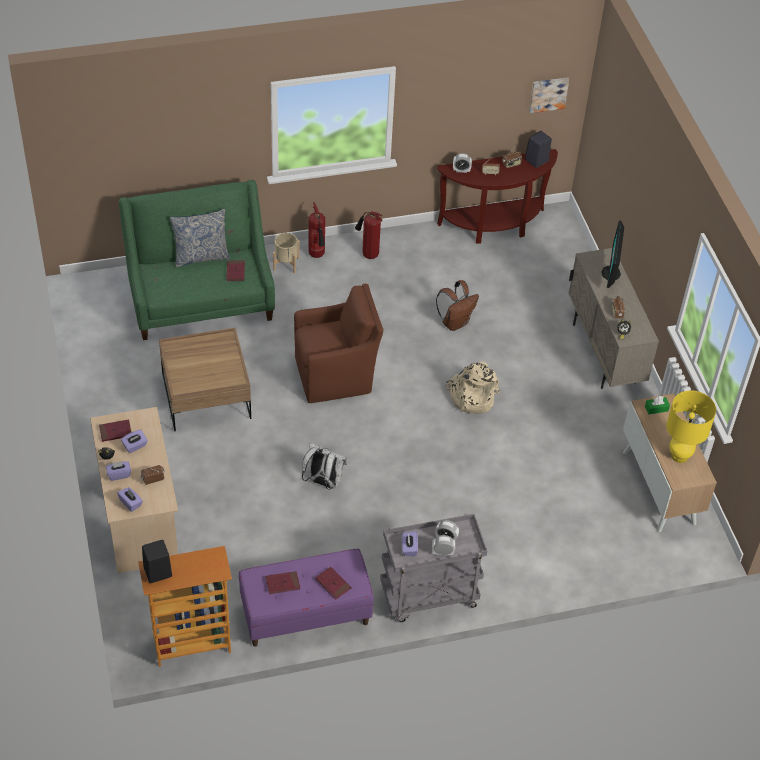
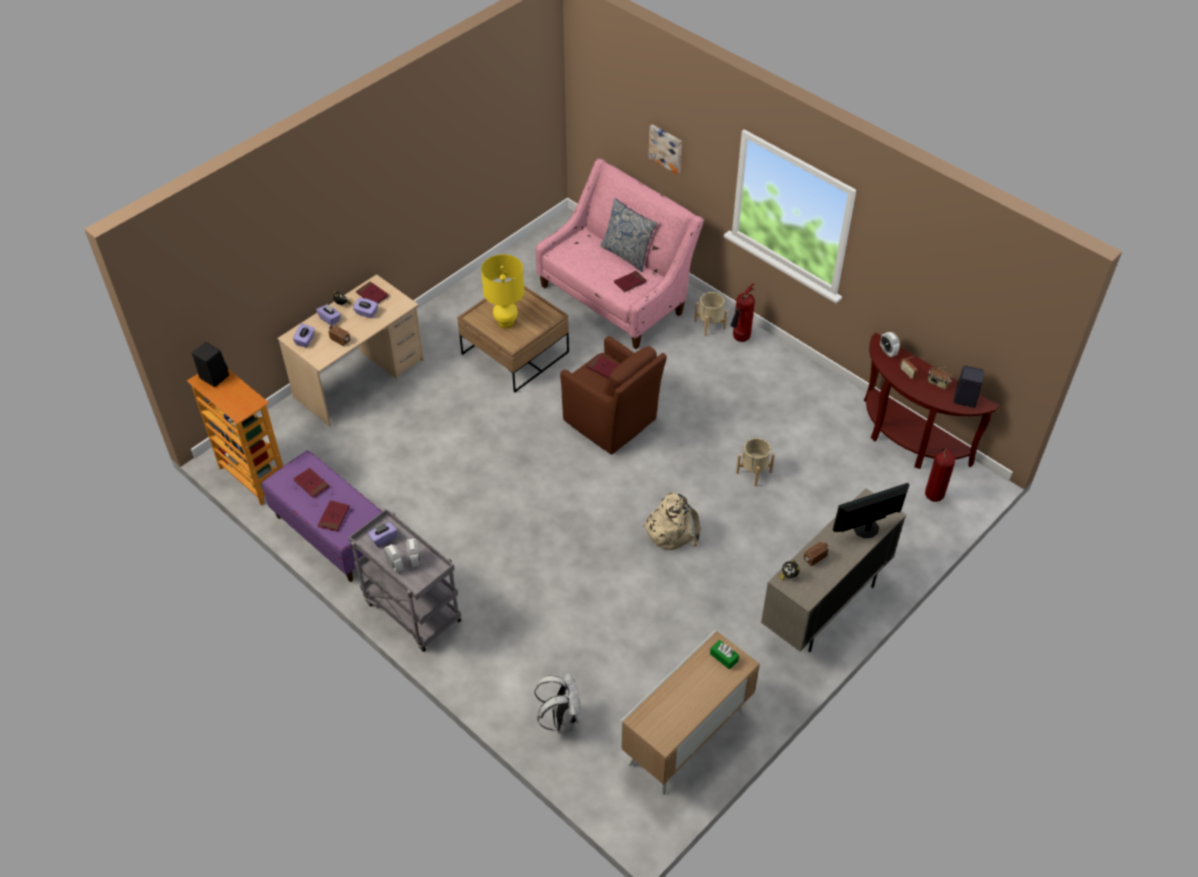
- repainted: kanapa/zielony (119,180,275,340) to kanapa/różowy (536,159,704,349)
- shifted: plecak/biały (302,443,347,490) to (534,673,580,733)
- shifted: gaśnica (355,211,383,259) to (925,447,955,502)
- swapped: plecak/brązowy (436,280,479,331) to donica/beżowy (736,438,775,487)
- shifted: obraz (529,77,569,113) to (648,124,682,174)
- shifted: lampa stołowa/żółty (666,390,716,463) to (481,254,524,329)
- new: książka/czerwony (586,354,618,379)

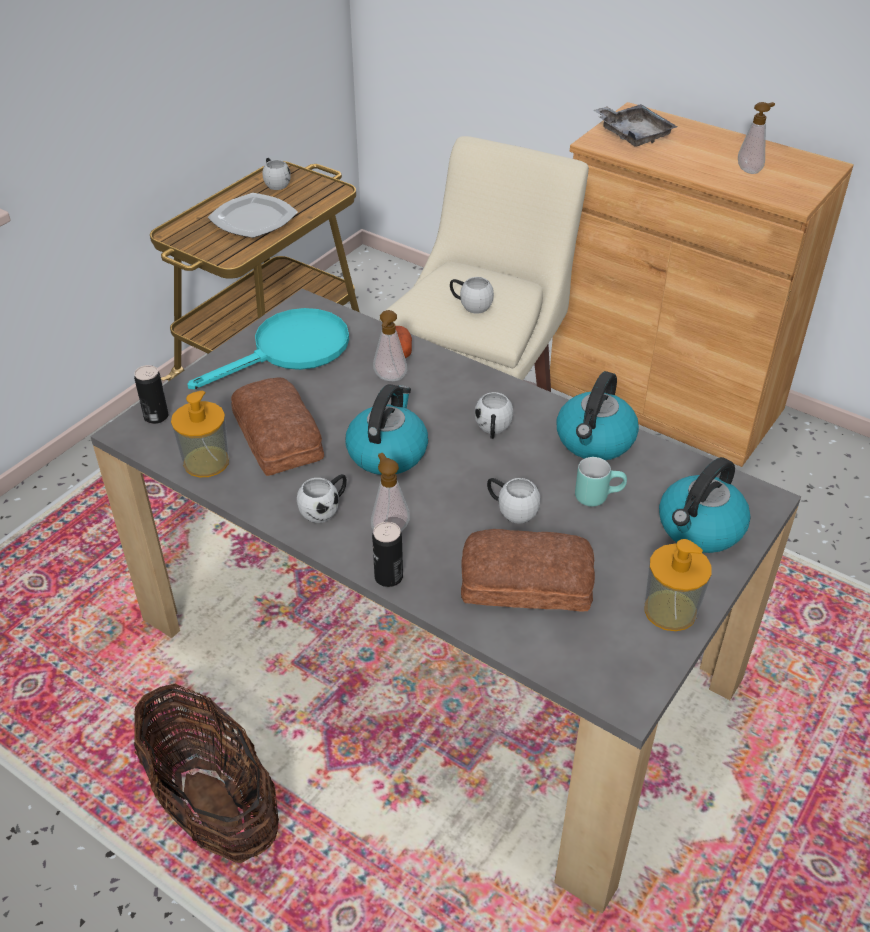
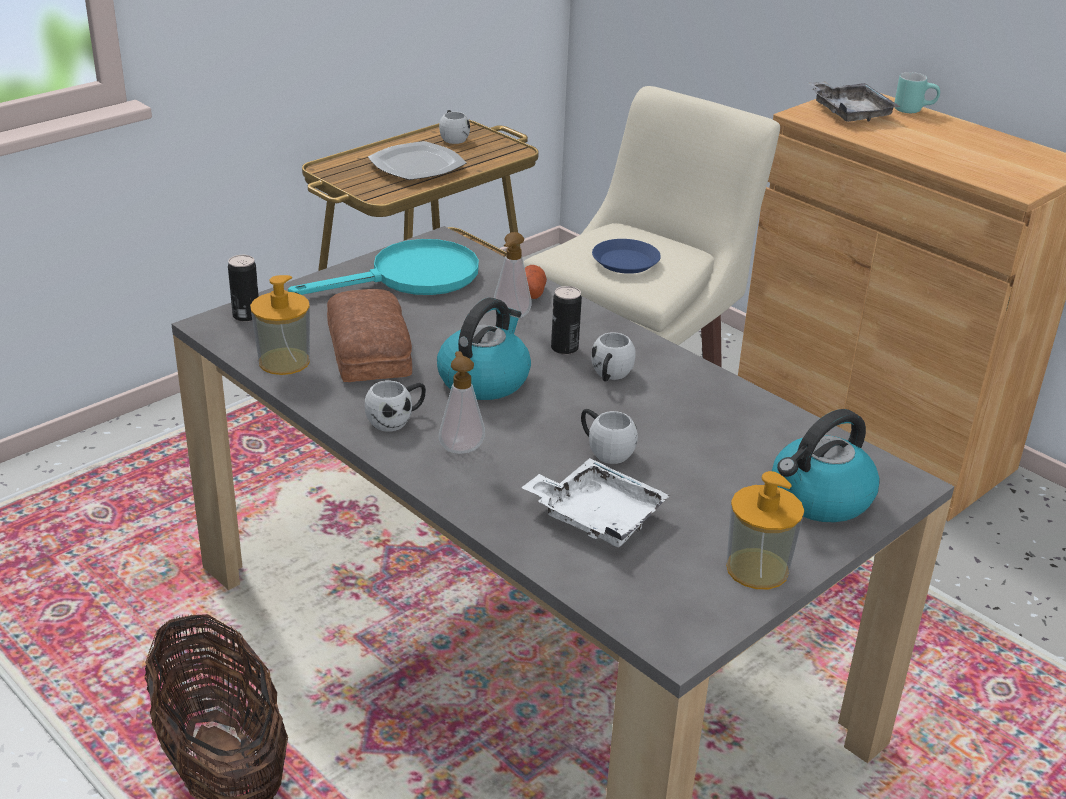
- shifted: puszka (372,522,403,587) to (551,286,582,355)
- swapped: kubek/biały (450,277,494,313) to talerz/niebieski (592,239,661,274)
- swapped: chleb (461,529,595,612) to taca/biały (521,458,670,547)
- gone: czajnik (556,371,639,460)
- shifted: kubek/turkusowy (575,457,627,506) to (894,72,940,113)
- gone: dozownik mydła (738,102,775,174)

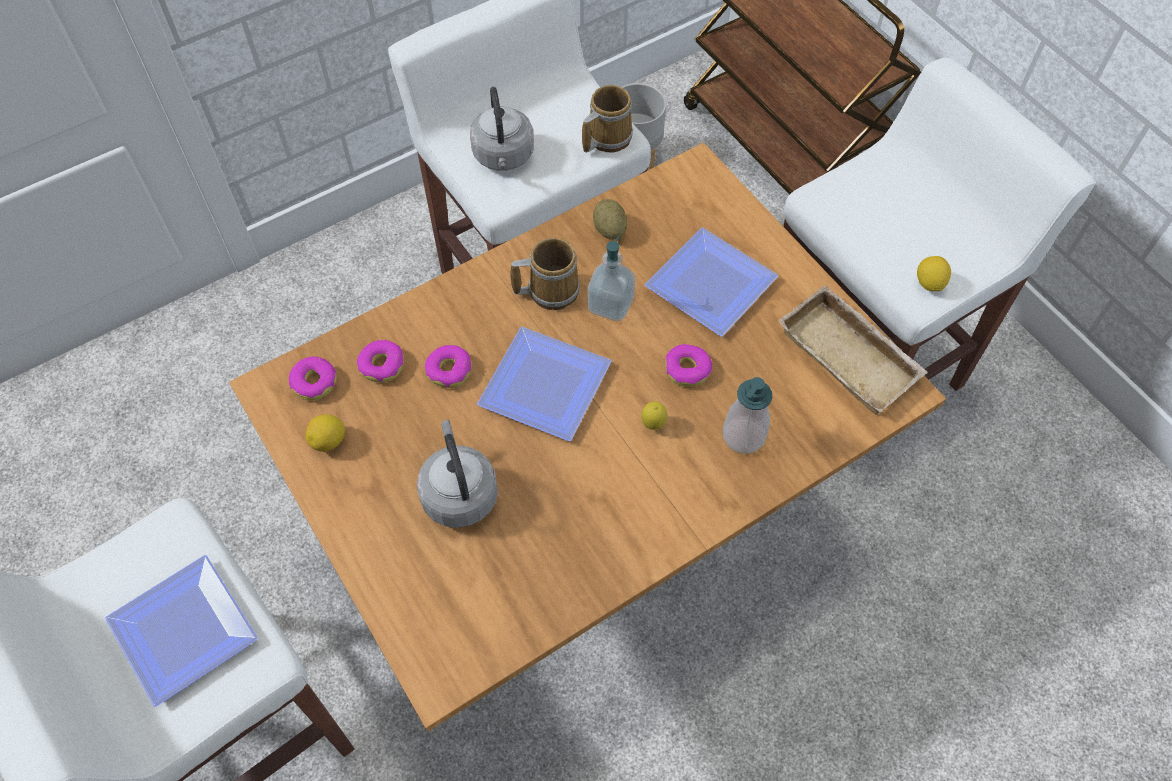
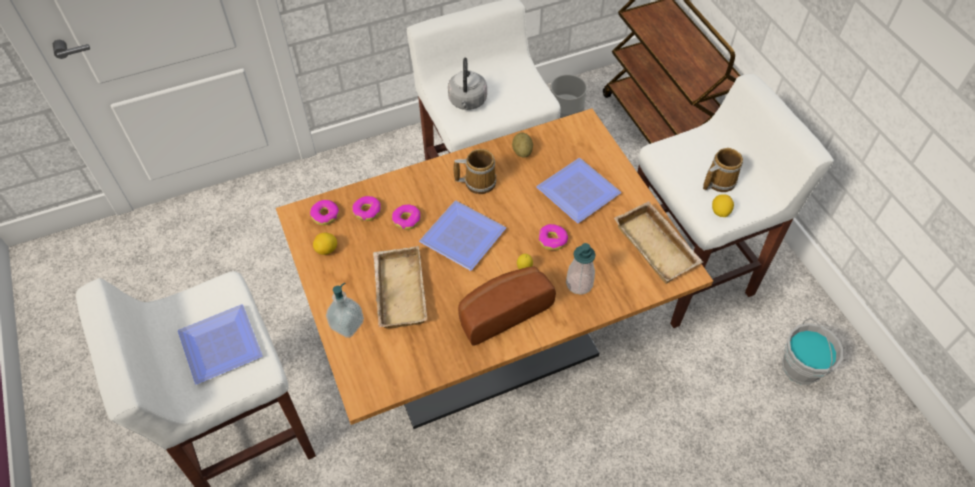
- swapped: czajnik/szary (417,420,498,528) to taca/beżowy (373,246,427,328)
- shifted: kubek (582,85,633,153) to (703,148,743,192)
- shifted: dozownik mydła (588,237,635,321) to (326,282,364,338)
- new: chleb (458,266,556,346)
- new: wiadro/szary (782,318,844,385)

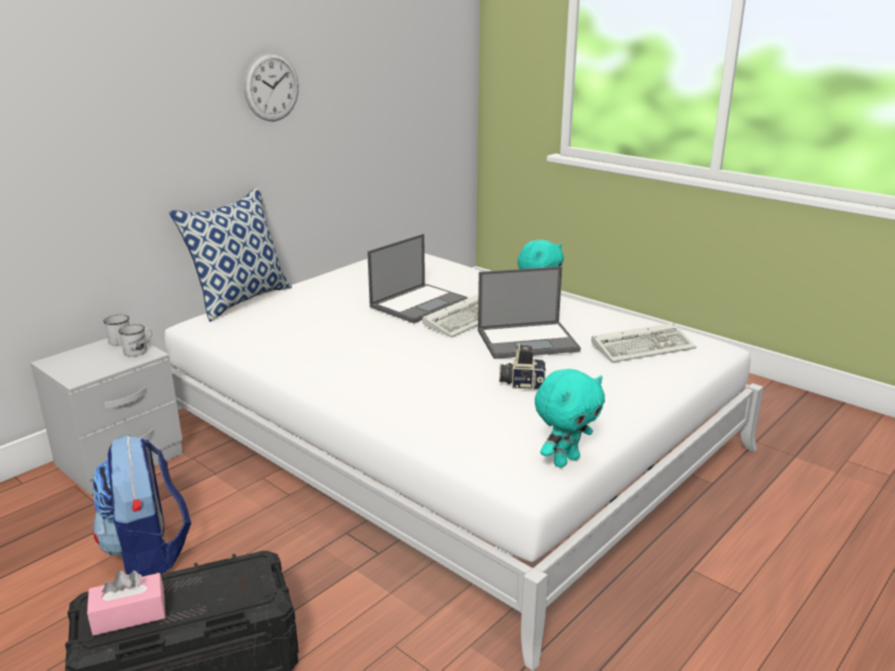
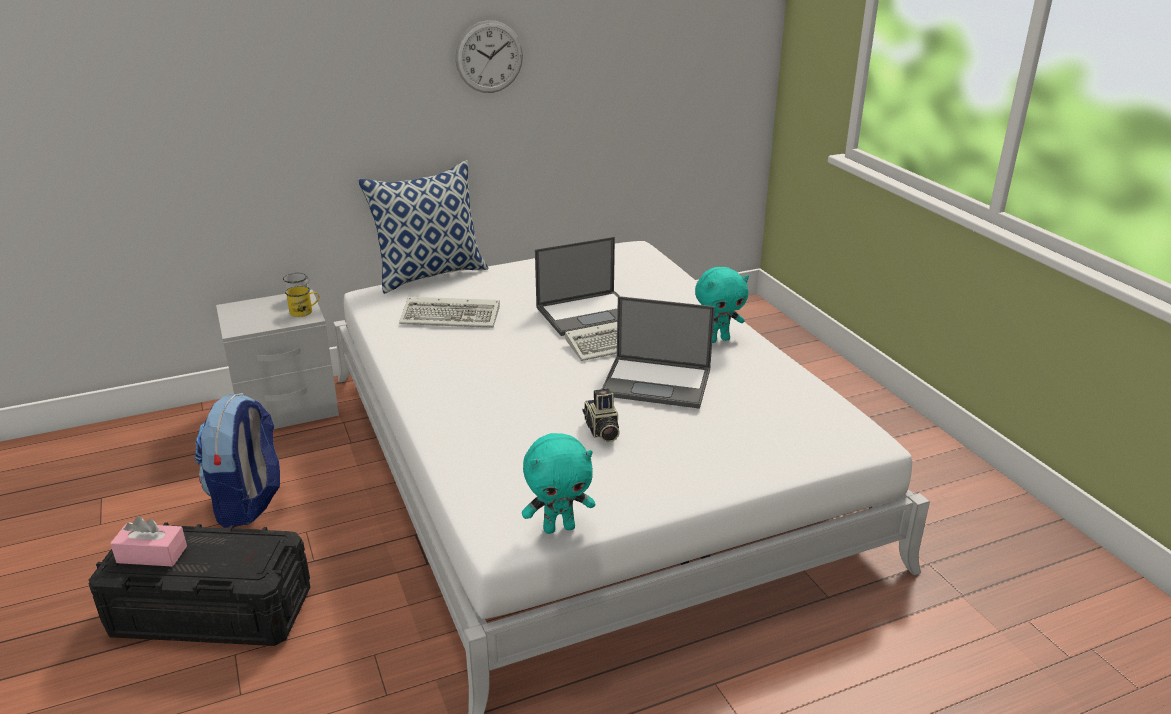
- repainted: kubek/biały (118,324,153,357) to kubek/żółty (285,286,319,317)
- rotated: aparat fotograficzny (499,343,546,390) = (583,389,620,442) 135 degrees counterclockwise
- shifted: klawiatura (591,323,696,363) to (399,297,500,328)

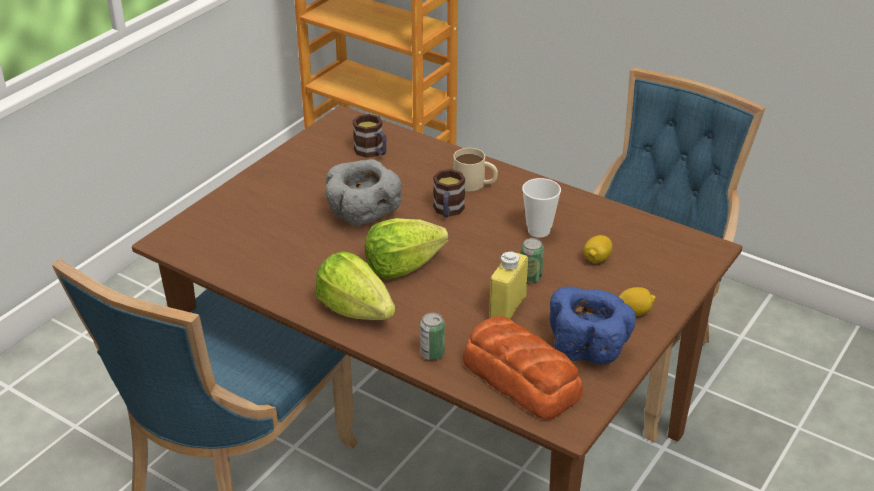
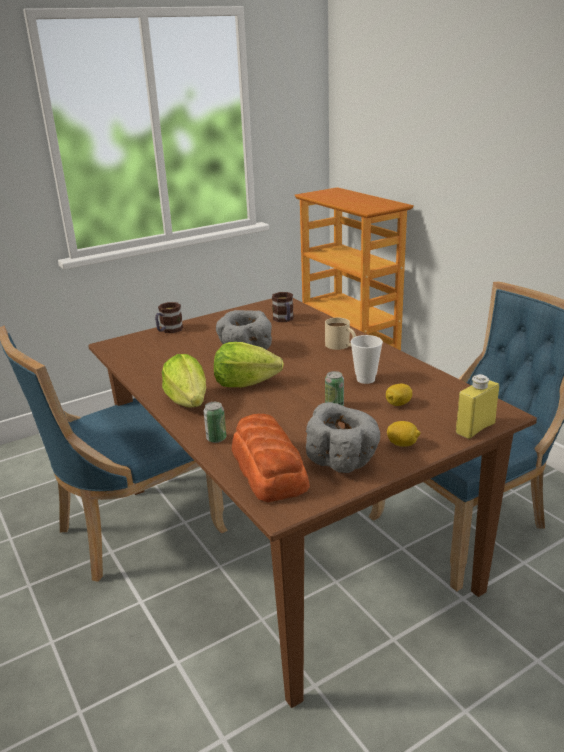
- shifted: kubek (433,169,465,217) to (155,302,183,333)
- shifted: butelka/żółty (489,251,528,319) to (456,374,499,439)
- repainted: miska/niebieski (550,286,636,365) to miska/szary (306,402,380,473)

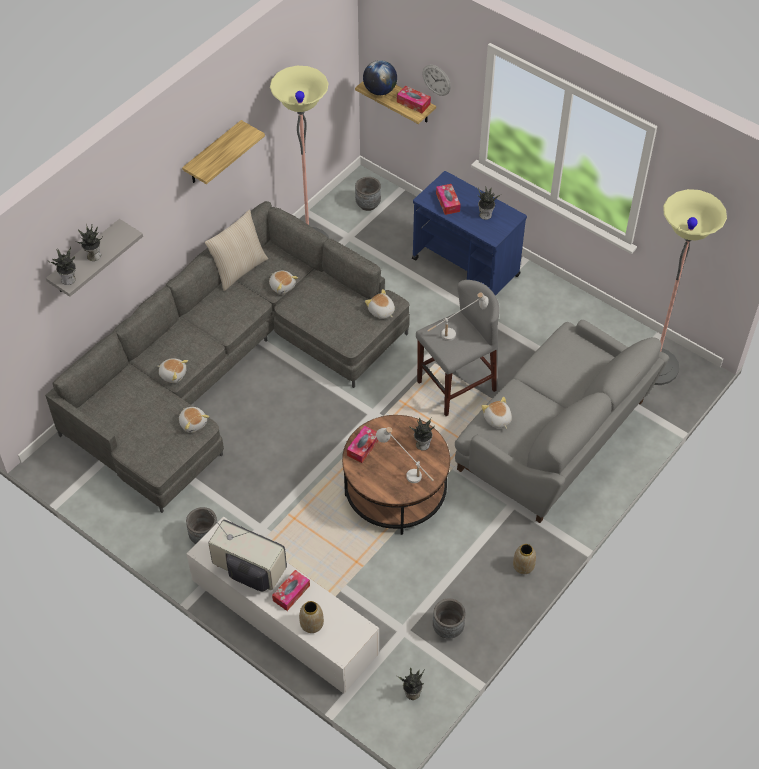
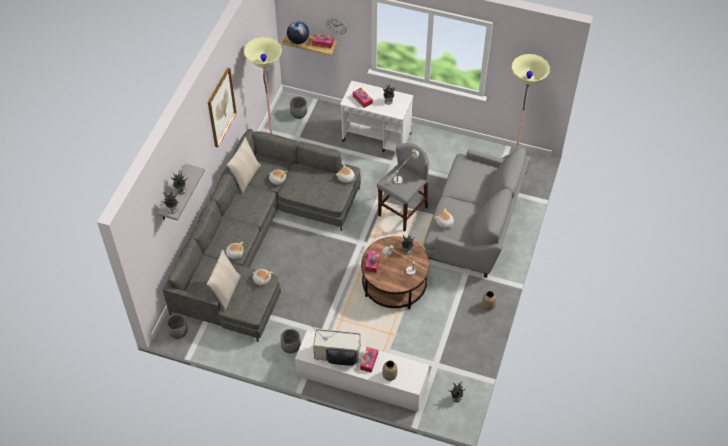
- swapped: półka (182,120,265,184) to obraz (208,67,237,148)
- repainted: wózek/niebieski (412,171,527,296) to wózek/biały (340,81,413,152)
- shifted: donica/szary (433,598,466,639) to (166,314,188,339)
- new: poduszka/beżowy (207,250,241,310)

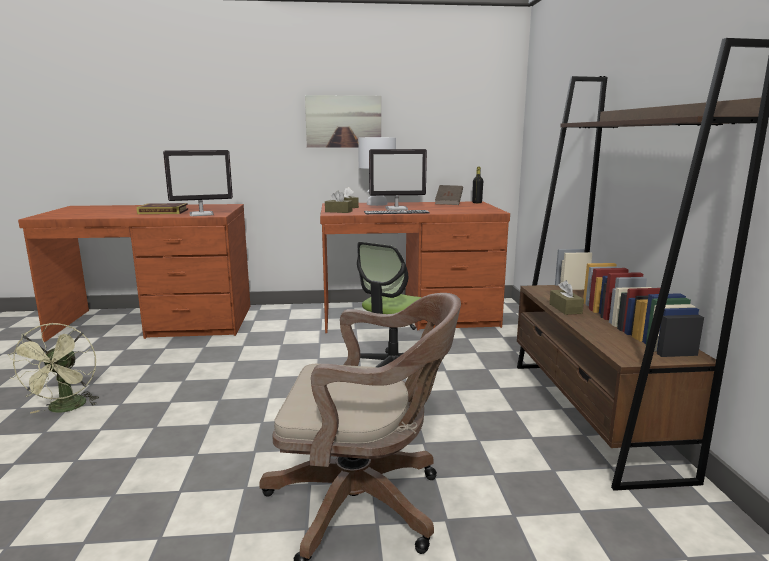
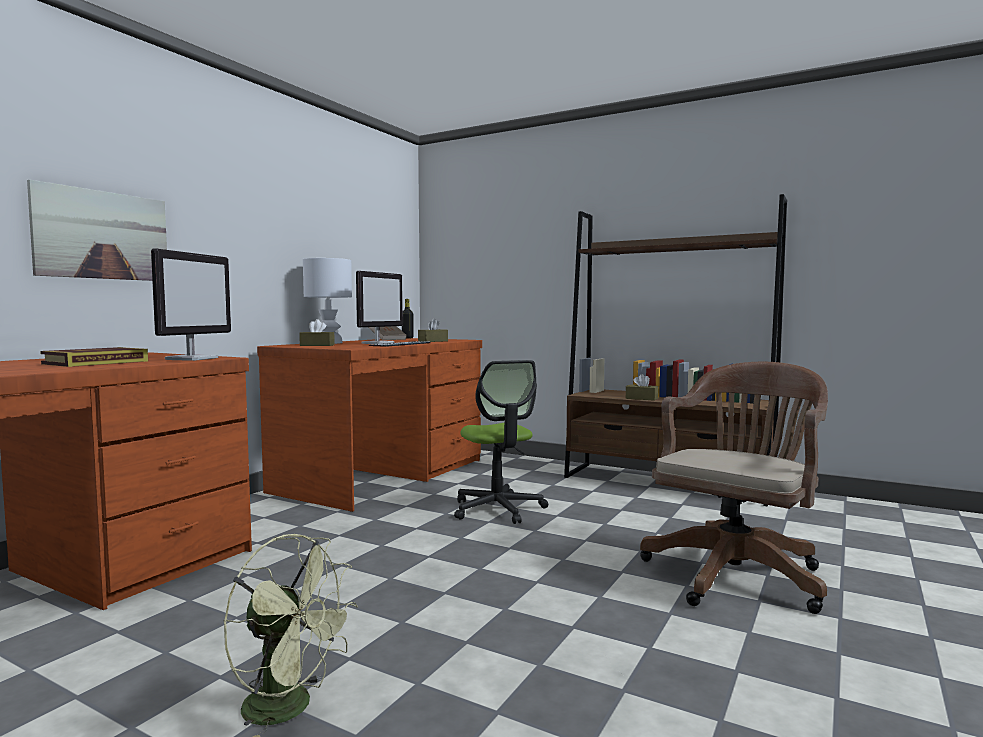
- shifted: obraz (305,95,381,148) to (27,179,167,281)
- shifted: pudełko chusteczek/brązowy (325,191,353,213) to (418,318,448,342)

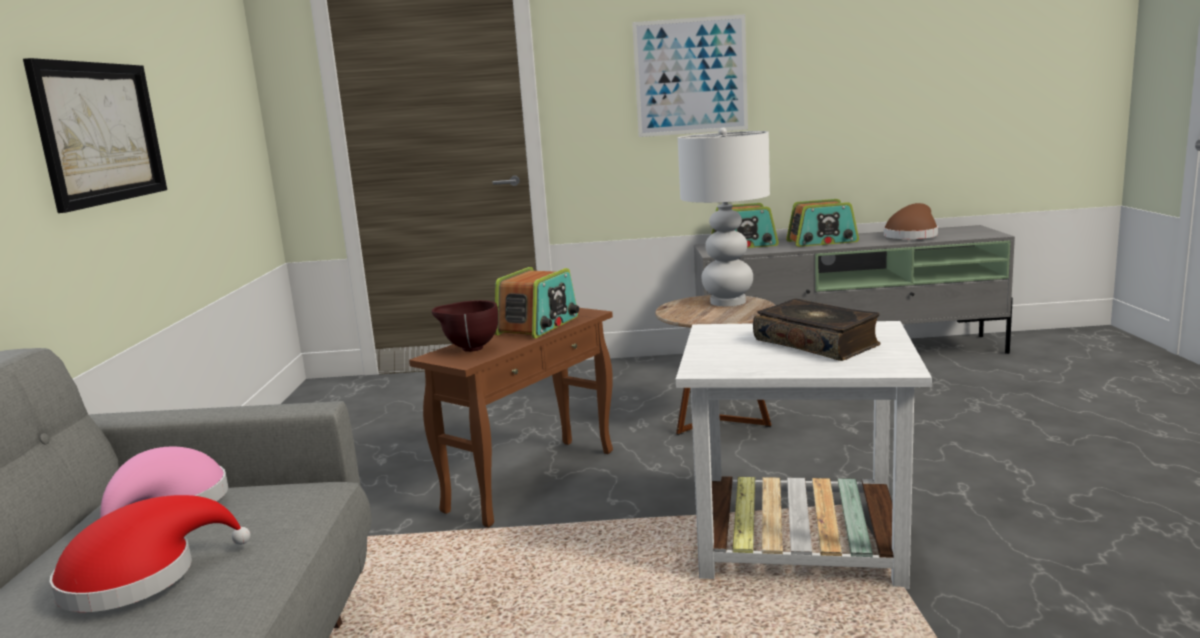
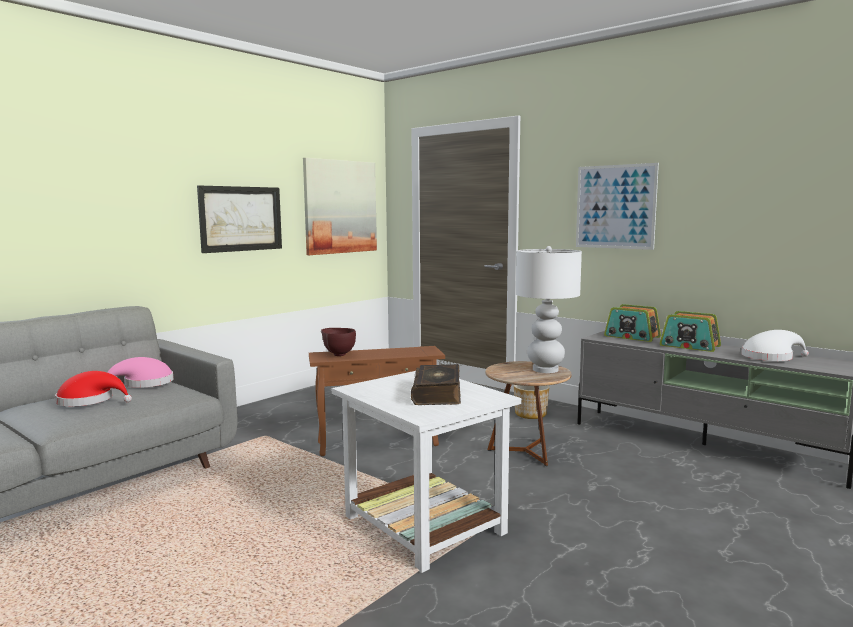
- gone: radio (495,267,579,338)
- repainted: kapelusz/brązowy (884,203,938,239) to kapelusz/biały (741,330,809,361)
- new: obraz (303,158,377,255)
- new: donica (514,385,550,419)

